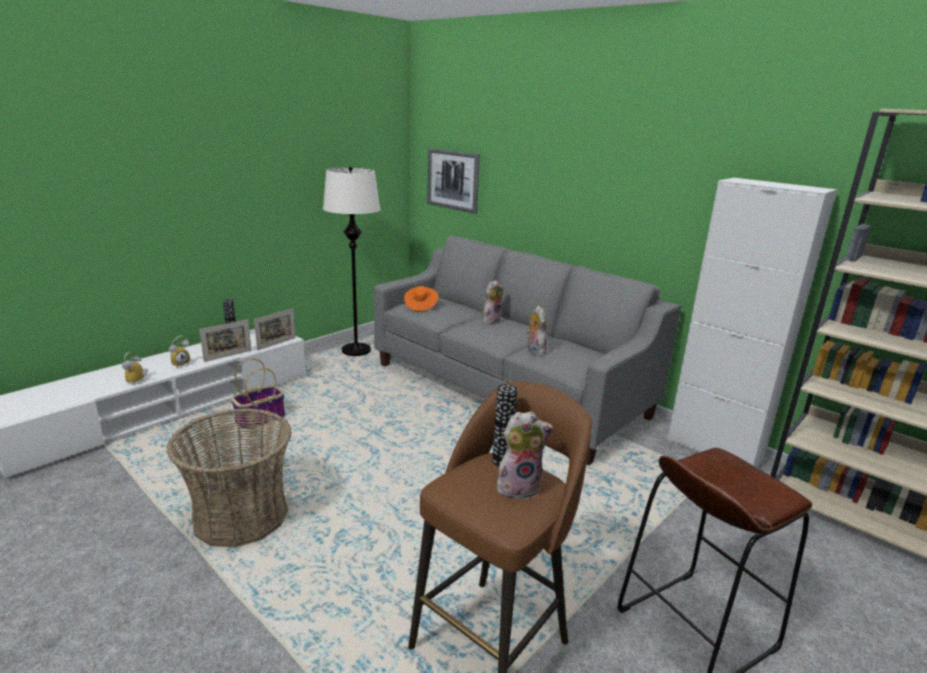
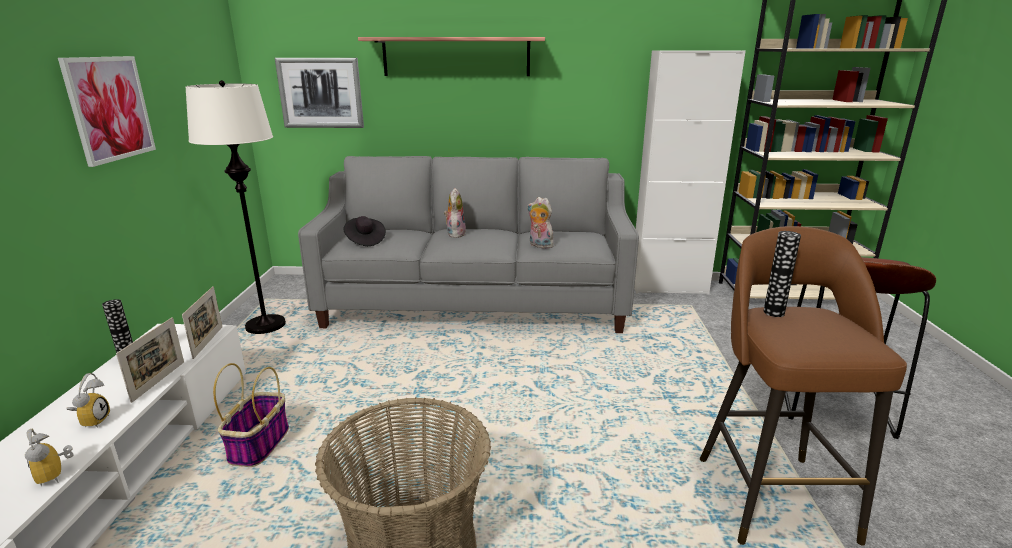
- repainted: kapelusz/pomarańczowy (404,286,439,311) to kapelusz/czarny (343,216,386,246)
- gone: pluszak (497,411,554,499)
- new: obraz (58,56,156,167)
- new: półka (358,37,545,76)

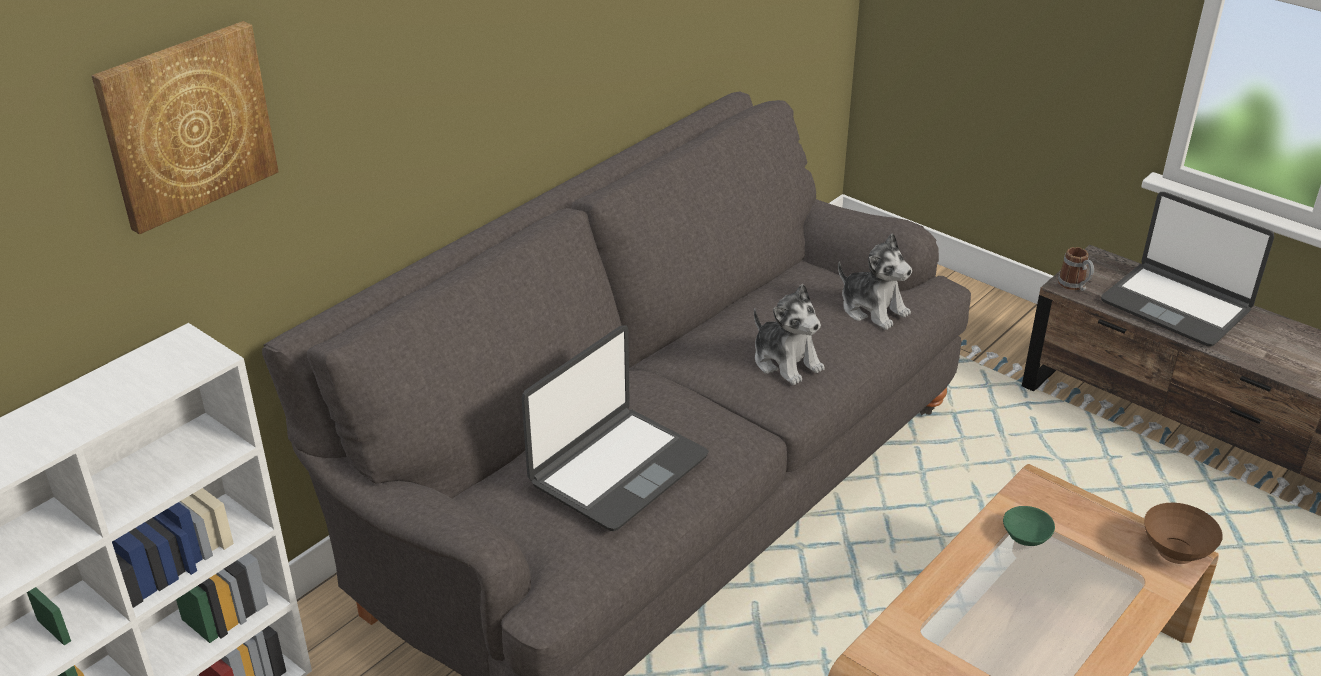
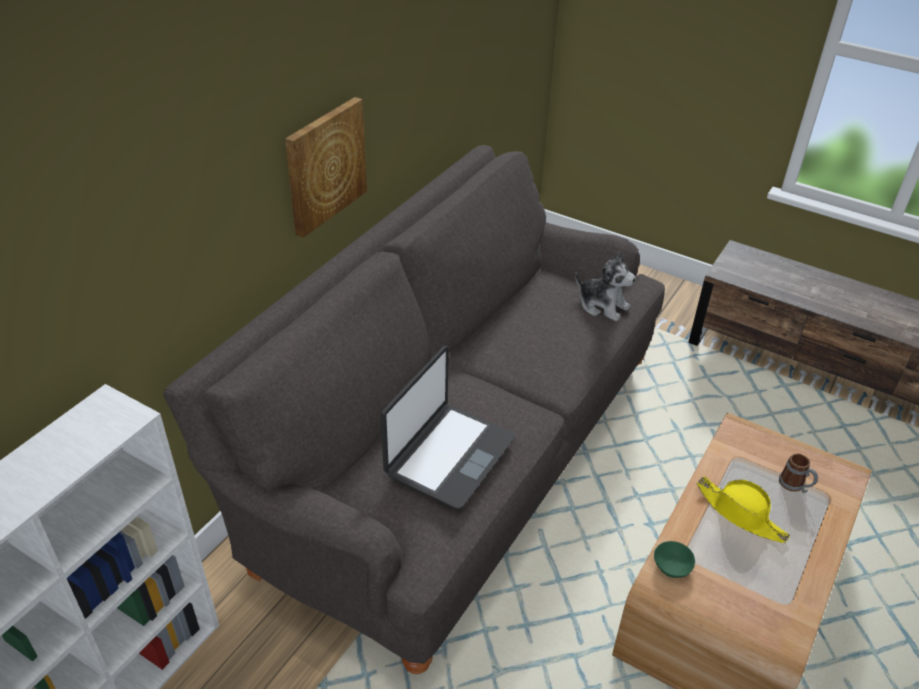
- shifted: obraz (91,21,279,234) to (285,97,367,238)
- gone: pluszak (754,284,825,385)
- shifted: miska/zielony (1003,506,1055,546) to (654,541,695,578)
- shifted: kubek (1058,247,1094,291) to (779,453,818,493)
- gone: laptop (1101,192,1274,347)
- gone: miska/brązowy (1144,503,1223,564)
- new: kapelusz/żółty (697,476,790,543)

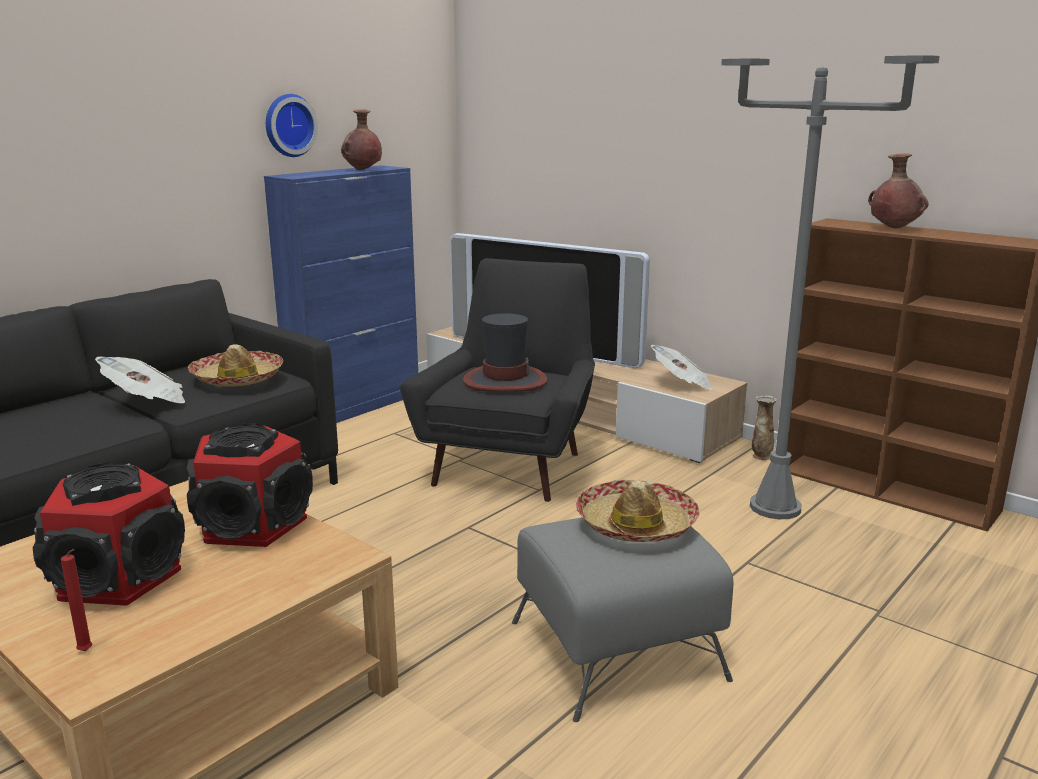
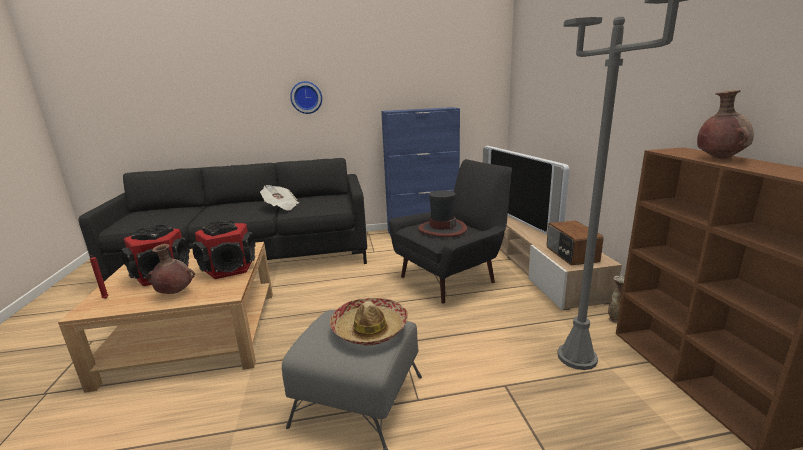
- gone: kapelusz (188,344,283,387)
- shifted: zegar ścienny (266,94,318,157) to (290,81,322,114)
- shifted: wazon/brązowy (341,109,382,170) to (147,244,195,294)
- swapped: gazeta (651,345,713,390) to radio (547,221,604,265)

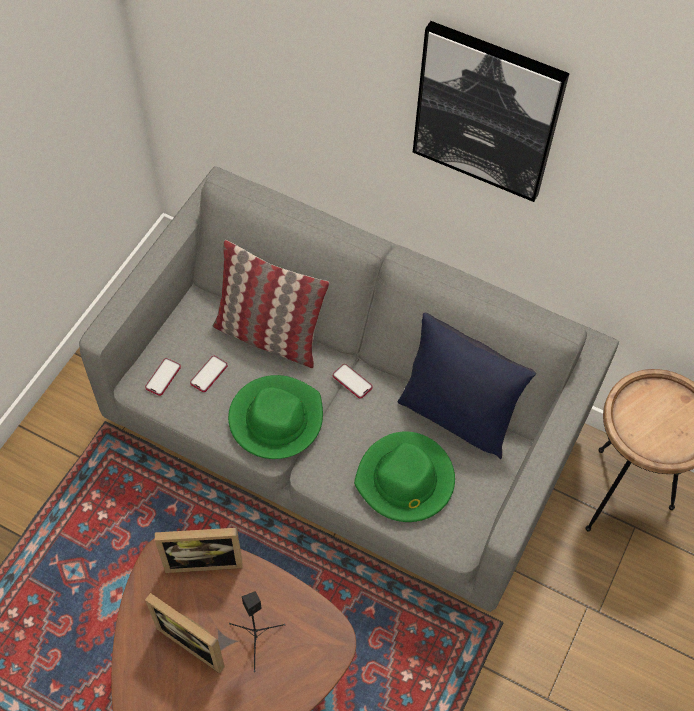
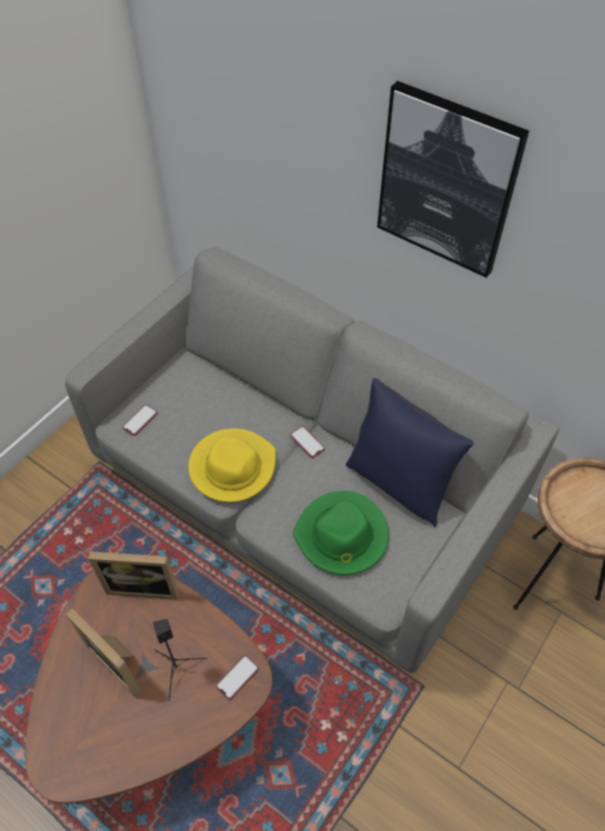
- shifted: telefon (190,356,228,392) to (216,655,259,700)
- gone: poduszka (212,240,329,368)
- repainted: kapelusz/zielony (228,375,323,459) to kapelusz/żółty (188,428,276,502)

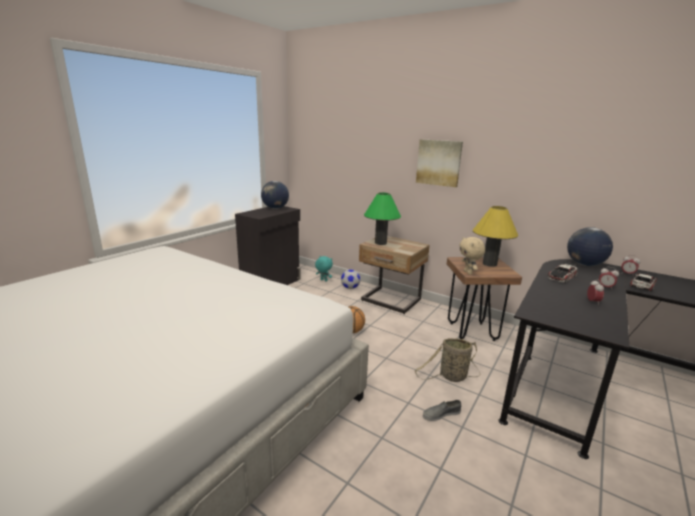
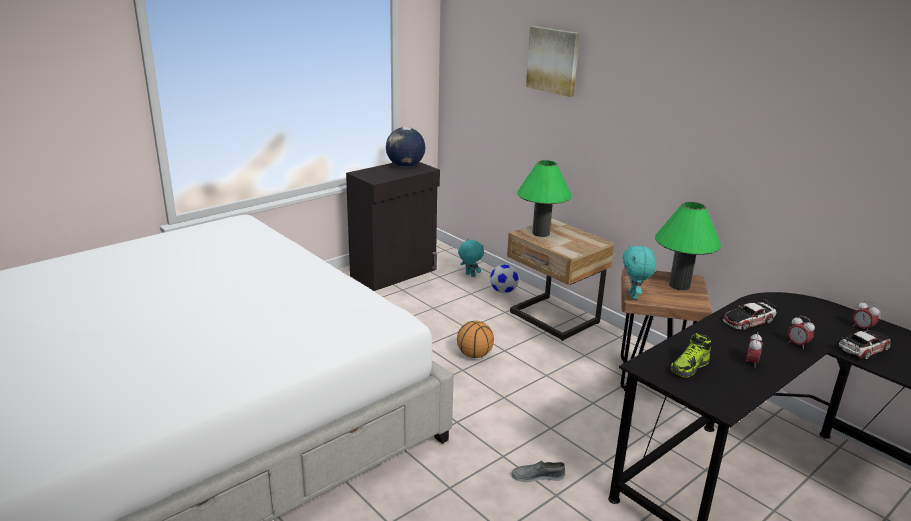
- gone: koszyk (415,338,481,382)
- shifted: obraz (416,139,463,187) to (526,26,580,97)
- repainted: pluszak/beżowy (459,237,485,275) to pluszak/turkusowy (623,244,656,299)
- repainted: lampa stołowa/żółty (473,206,518,267) to lampa stołowa/zielony (655,202,721,290)
- gone: globus (567,227,613,266)
- new: but (671,333,711,378)

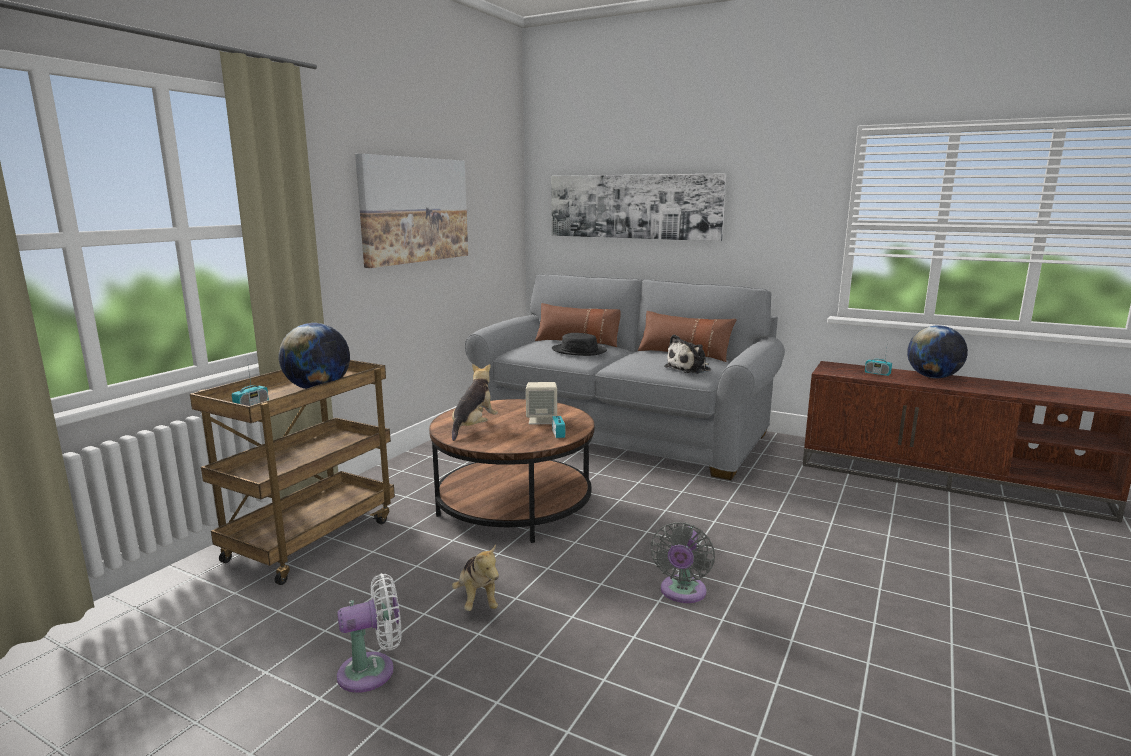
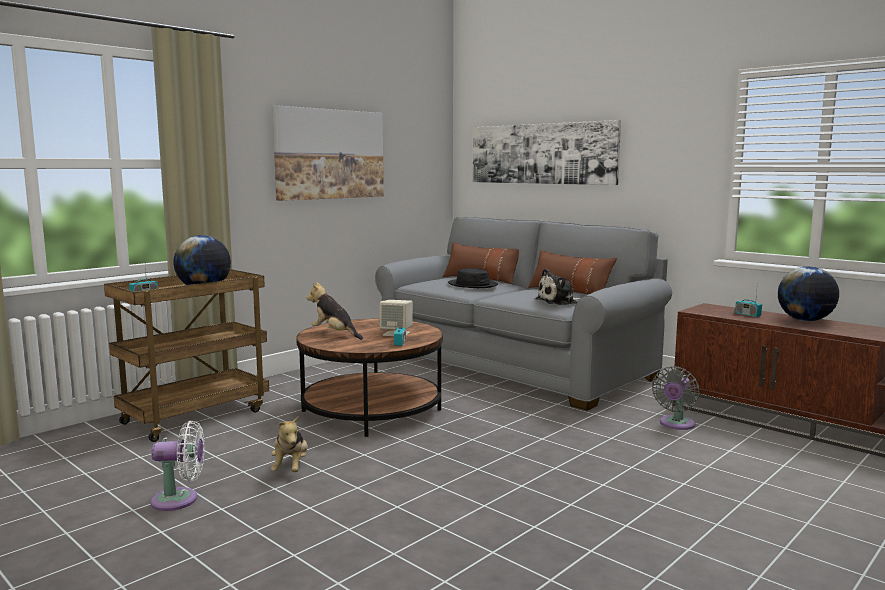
- rotated: pluszak (452,364,498,441) = (307,282,363,340) 90 degrees counterclockwise
- shifted: wentylator/szary (651,522,715,603) to (652,366,700,430)

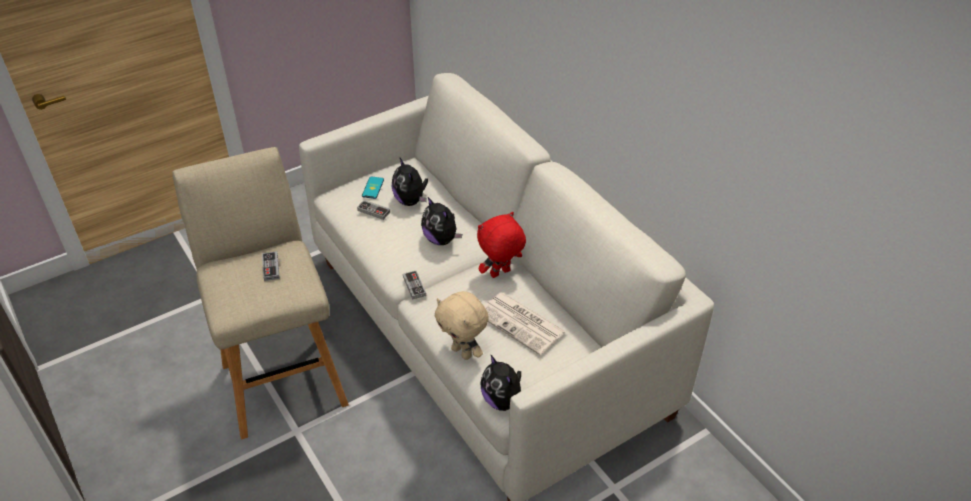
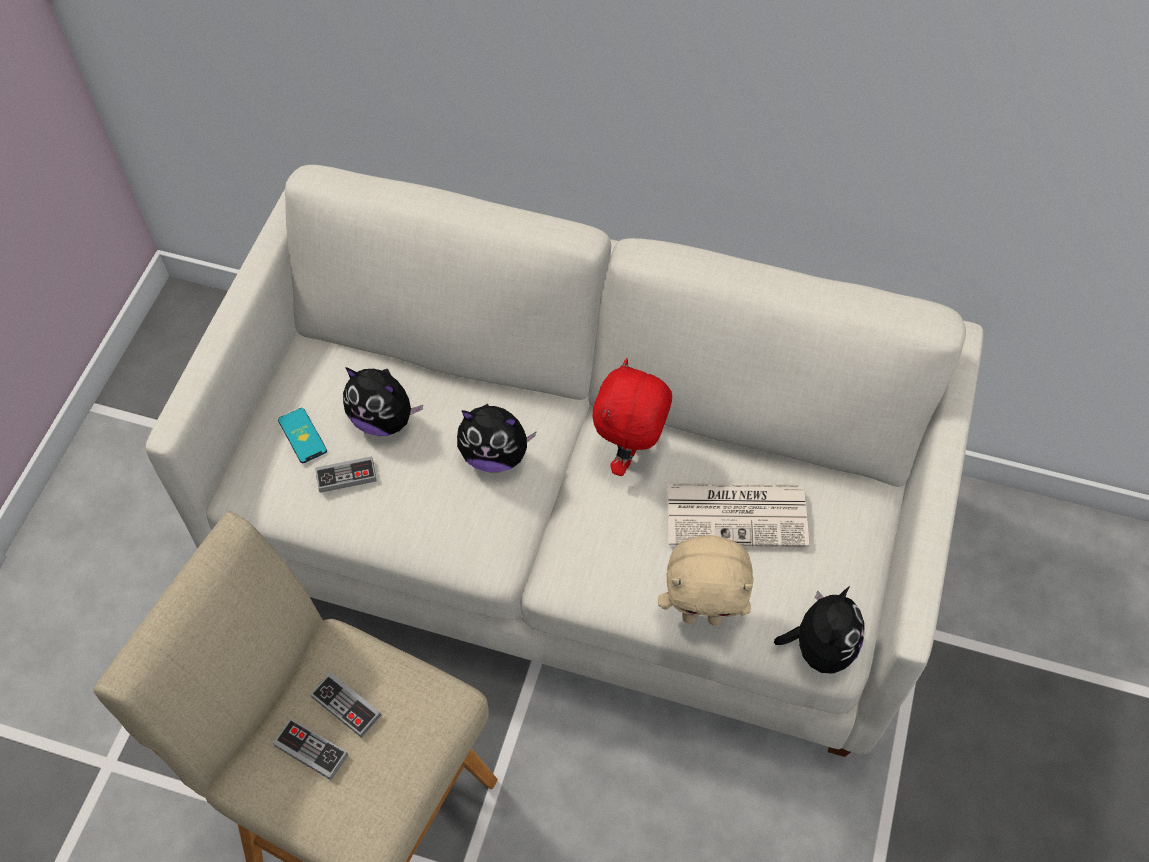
- shifted: pad do gier (403,271,426,300) to (273,718,348,780)
- rotated: pluszak (481,354,521,411) = (774,586,865,674) 90 degrees counterclockwise

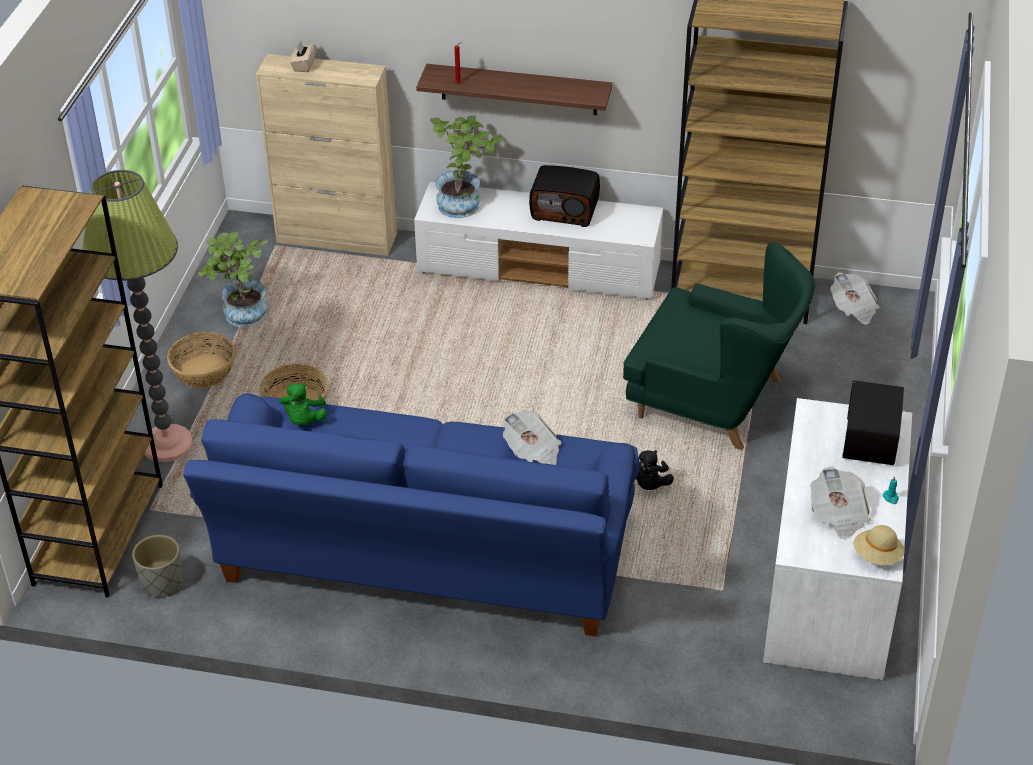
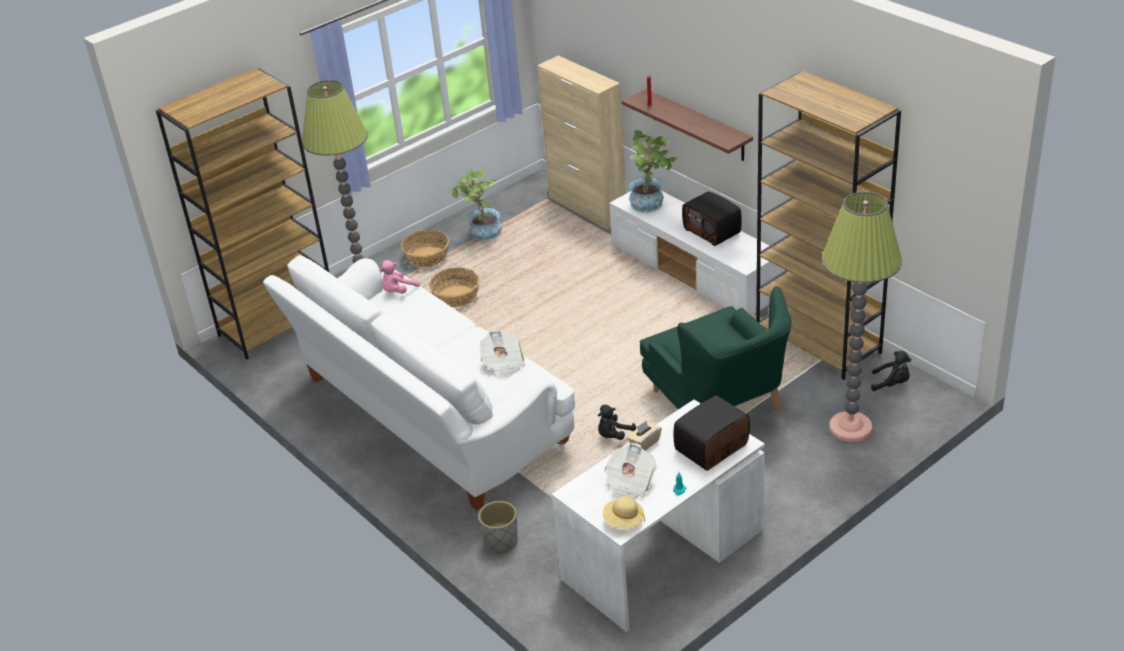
- shifted: donica/szary (132,535,183,597) to (478,501,518,554)
- repainted: kanapa/niebieski (183,393,639,637) to kanapa/biały (263,255,575,511)
- repainted: pluszak/zielony (280,383,327,425) to pluszak/różowy (380,260,420,294)
- shifted: pudełko chusteczek/beżowy (290,41,316,72) to (627,420,662,451)
- swapped: gazeta (830,272,880,325) to pluszak/czarny (871,351,911,391)
- new: lampa stojąca (822,192,902,442)

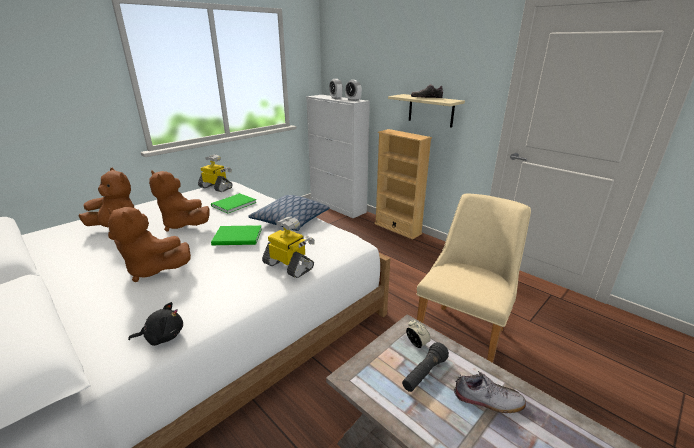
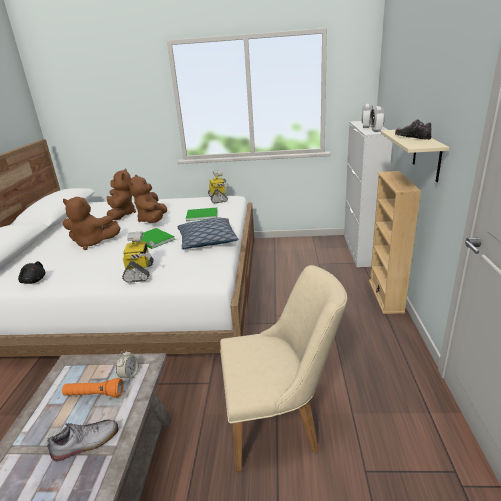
- rotated: pluszak/brązowy (108,207,191,282) = (63,197,120,250) 60 degrees counterclockwise
- repainted: latarka/czarny (402,342,449,392) to latarka/pomarańczowy (62,378,124,398)
- rotated: but (454,371,526,413) = (47,419,119,462) 90 degrees counterclockwise

